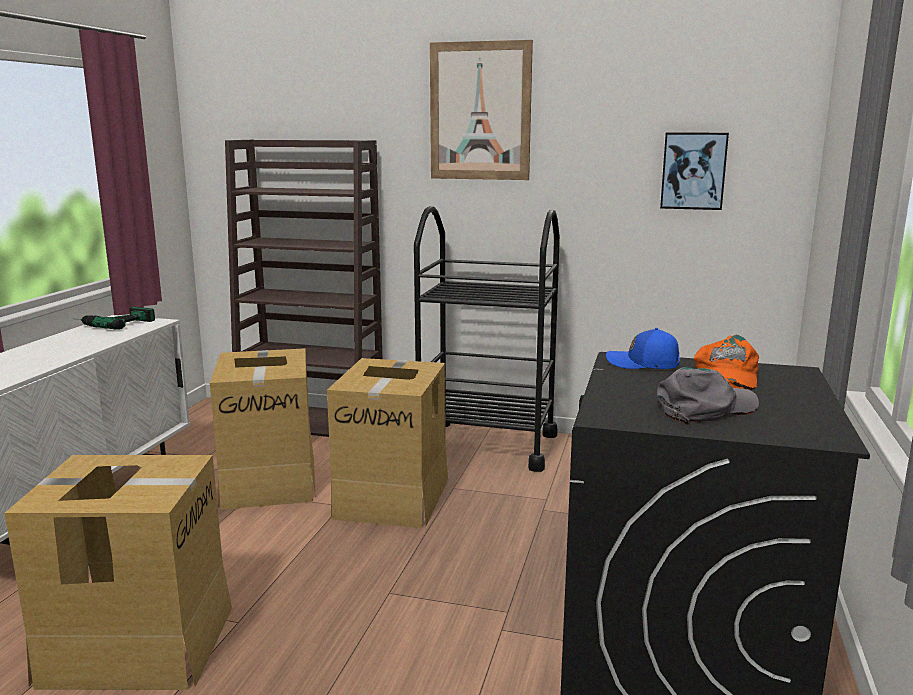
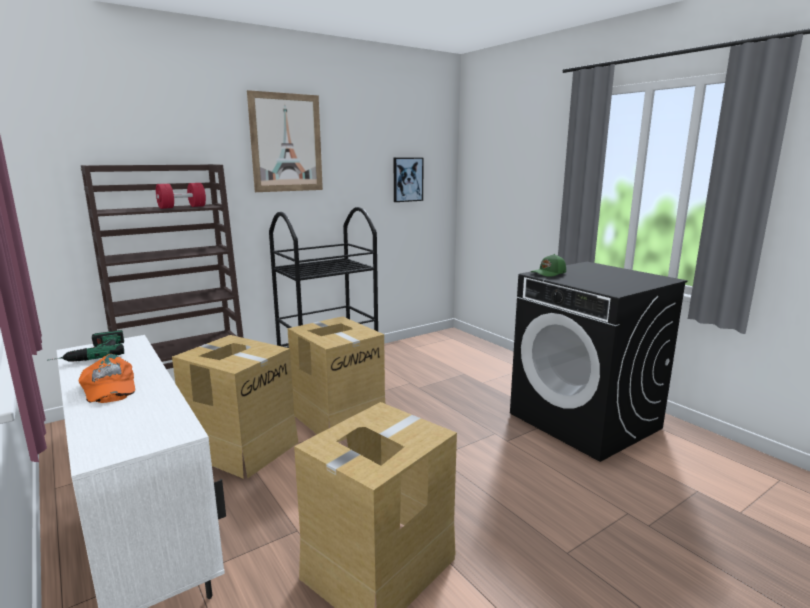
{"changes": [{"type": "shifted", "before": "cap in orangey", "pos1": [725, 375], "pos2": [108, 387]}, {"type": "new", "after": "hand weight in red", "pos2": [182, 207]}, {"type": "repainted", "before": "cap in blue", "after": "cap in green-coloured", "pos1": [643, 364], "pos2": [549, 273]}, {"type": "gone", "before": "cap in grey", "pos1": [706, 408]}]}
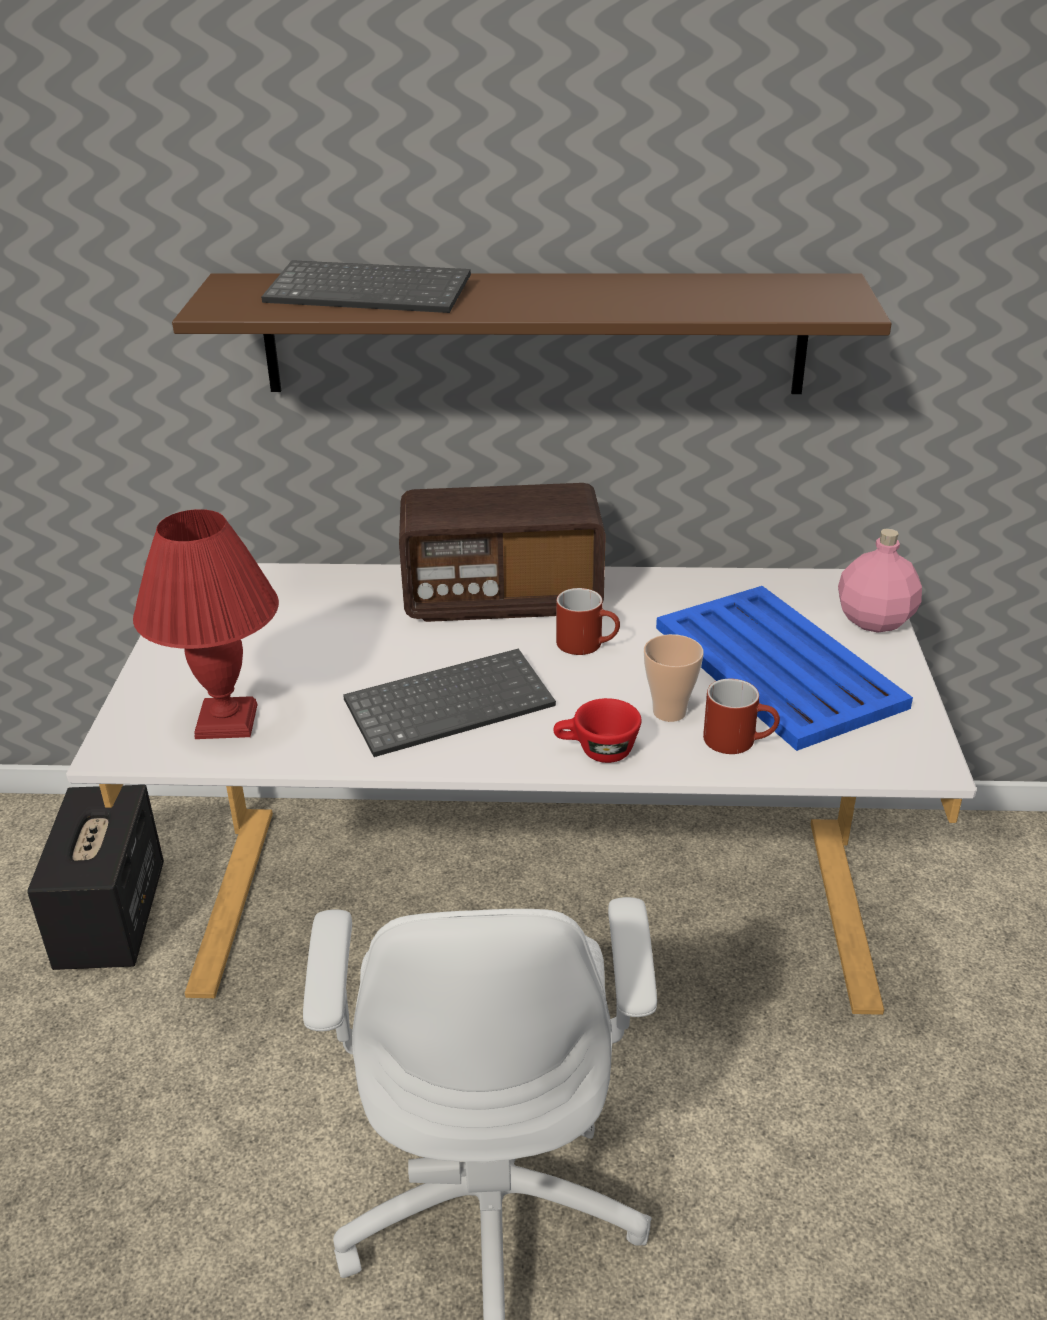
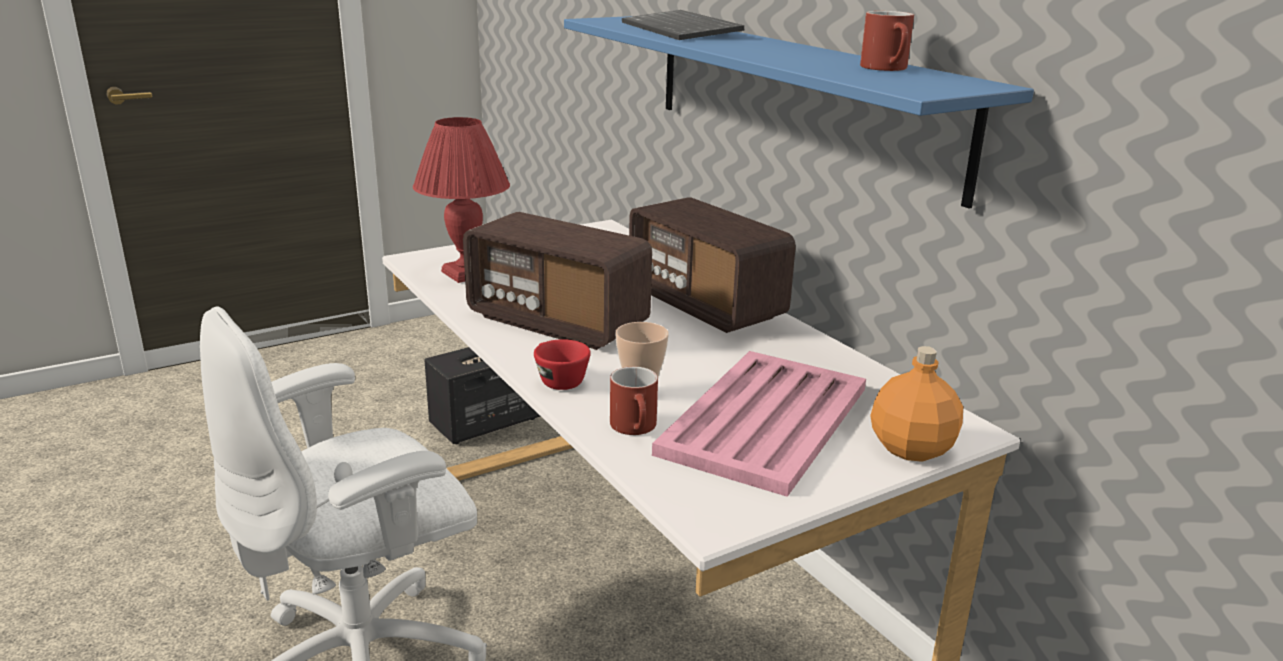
{"changes": [{"type": "swapped", "before": "keyboard", "after": "radio set", "pos1": [451, 703], "pos2": [557, 322]}, {"type": "repainted", "before": "wall shelf in brown", "after": "wall shelf in blue", "pos1": [533, 333], "pos2": [796, 97]}, {"type": "repainted", "before": "serving tray in blue", "after": "serving tray in pink-coloured", "pos1": [776, 665], "pos2": [767, 419]}, {"type": "shifted", "before": "tea mug in red", "pos1": [588, 644], "pos2": [889, 69]}, {"type": "repainted", "before": "beverage bottle in pink-coloured", "after": "beverage bottle in orangey", "pos1": [873, 620], "pos2": [910, 448]}]}
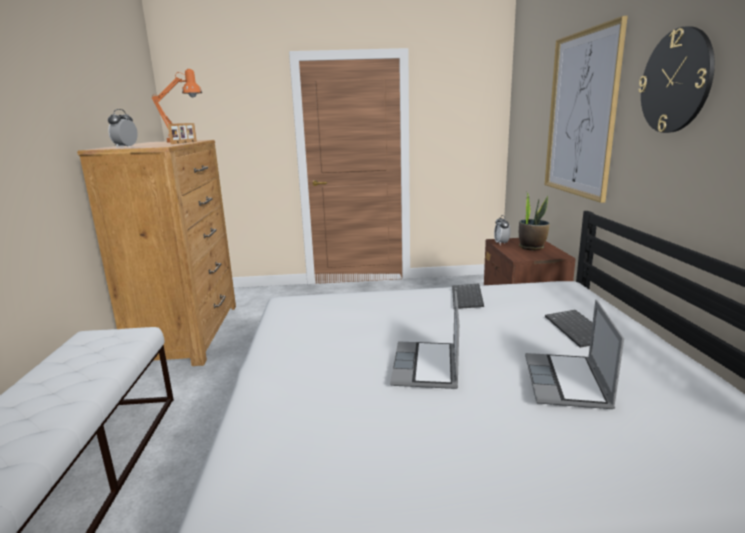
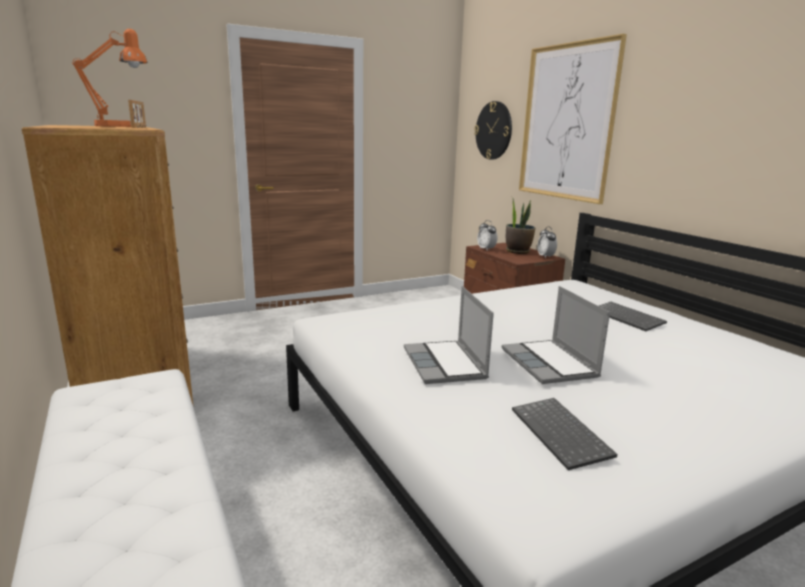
{"changes": [{"type": "shifted", "before": "notebook computer", "pos1": [567, 383], "pos2": [445, 364]}, {"type": "shifted", "before": "clock on the wall", "pos1": [676, 81], "pos2": [493, 130]}, {"type": "shifted", "before": "keyboard", "pos1": [468, 298], "pos2": [562, 434]}, {"type": "shifted", "before": "bedside clock", "pos1": [126, 147], "pos2": [545, 257]}]}
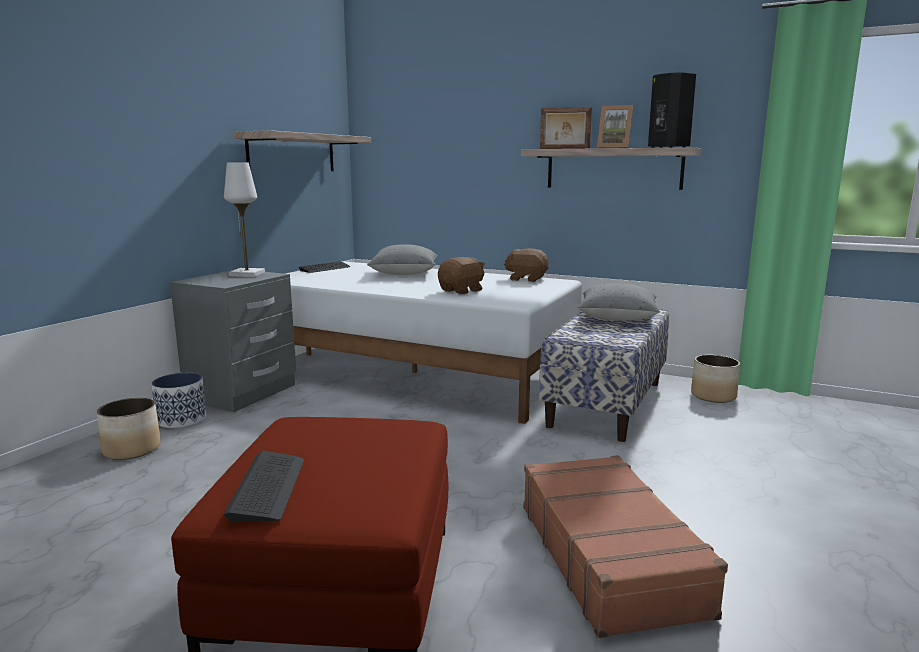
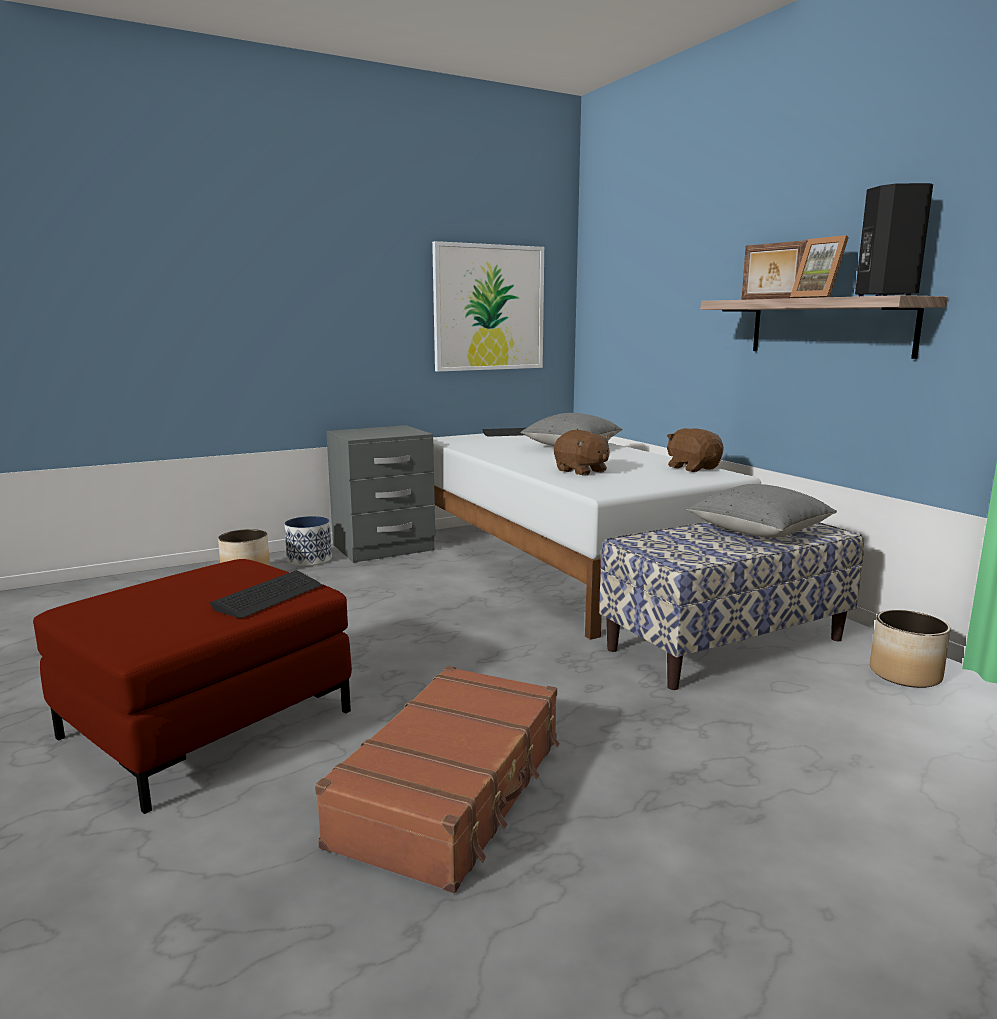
{"changes": [{"type": "shifted", "before": "keyboard", "pos1": [268, 487], "pos2": [268, 596]}, {"type": "swapped", "before": "wall shelf", "after": "wall art", "pos1": [292, 153], "pos2": [489, 308]}, {"type": "rotated", "before": "cuddly toy in brown", "pos1": [462, 291], "pos2": [581, 471], "turn": 60}, {"type": "gone", "before": "lamp for a table in whitish", "pos1": [247, 274]}]}
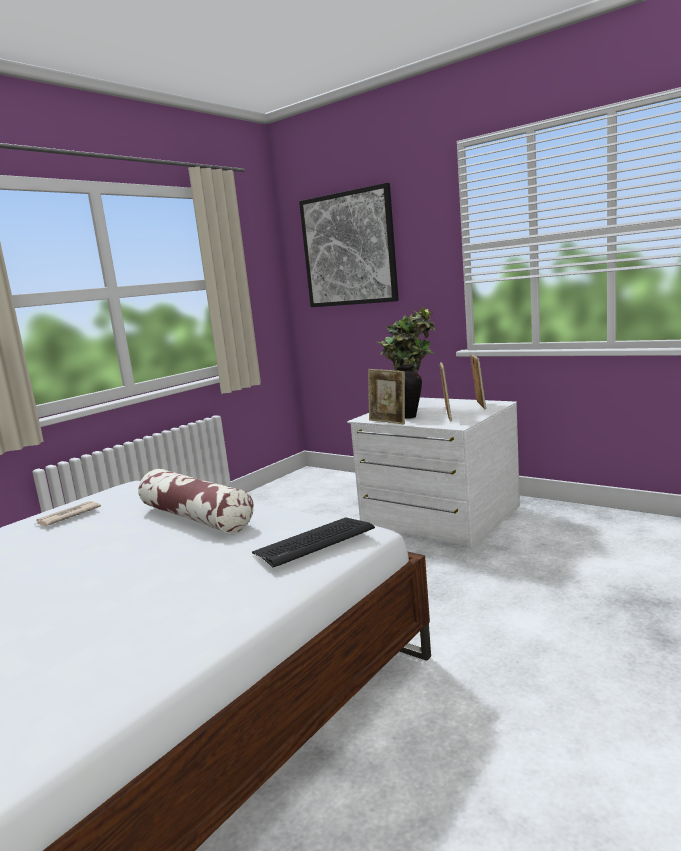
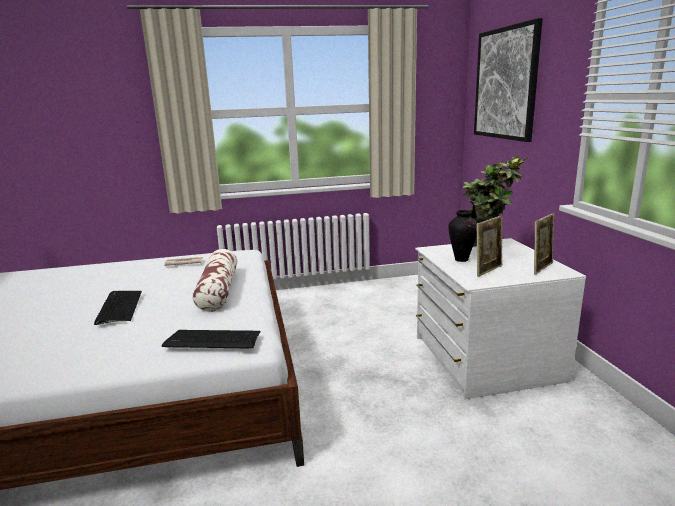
{"changes": [{"type": "new", "after": "keyboard", "pos2": [119, 307]}, {"type": "gone", "before": "picture frame", "pos1": [388, 422]}]}
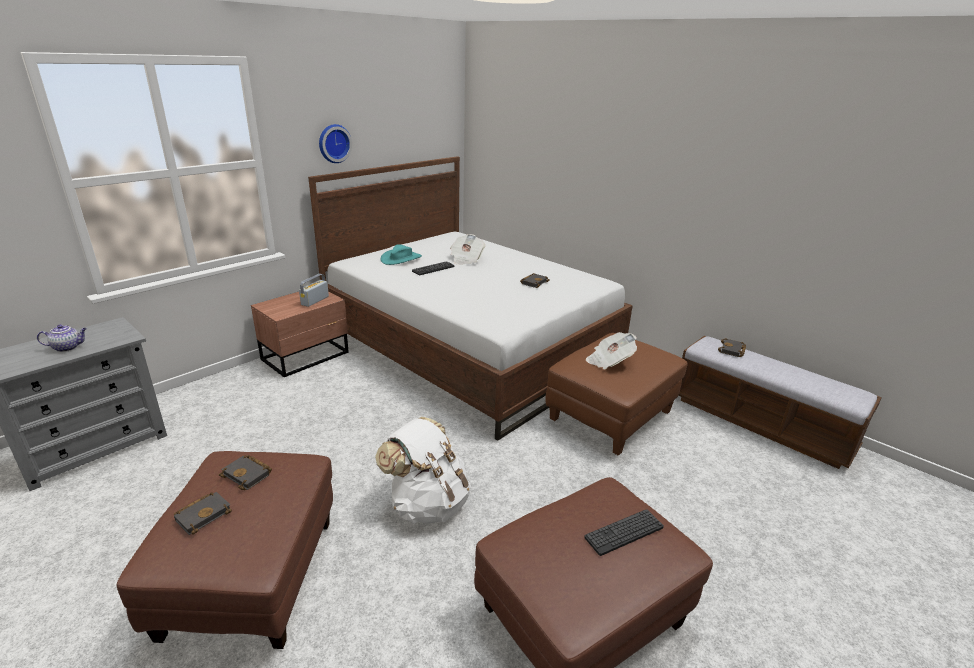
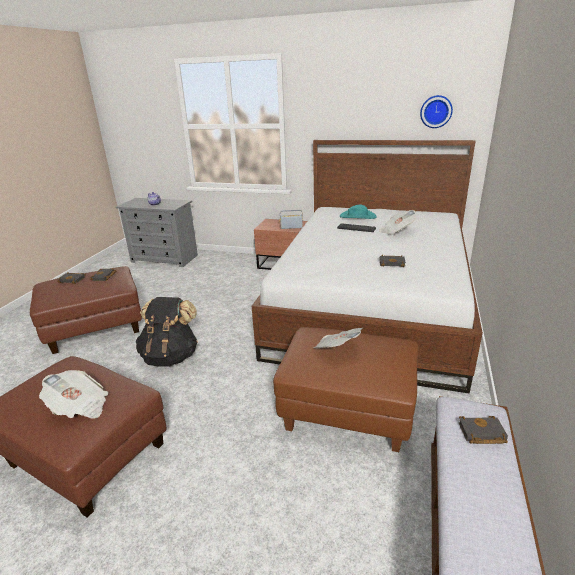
{"changes": [{"type": "swapped", "before": "keyboard", "after": "printed paper", "pos1": [624, 532], "pos2": [79, 407]}, {"type": "repainted", "before": "rucksack in whitish", "after": "rucksack in black-coloured", "pos1": [427, 504], "pos2": [171, 356]}, {"type": "shifted", "before": "clock on the wall", "pos1": [333, 143], "pos2": [436, 111]}]}
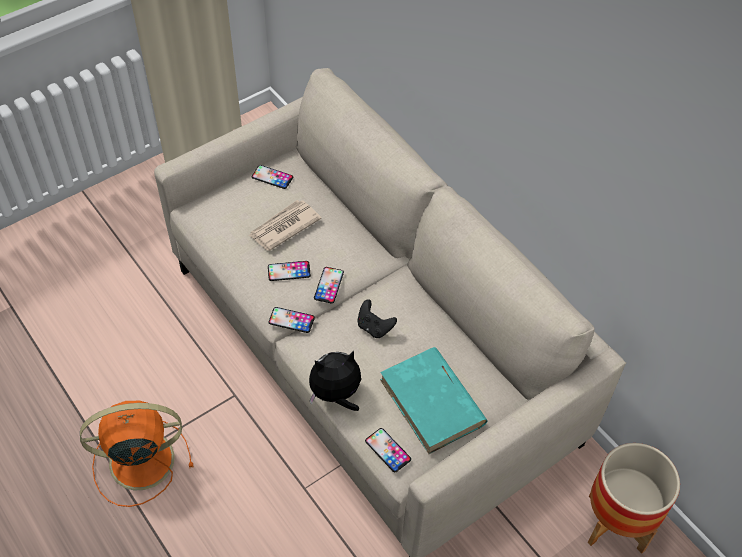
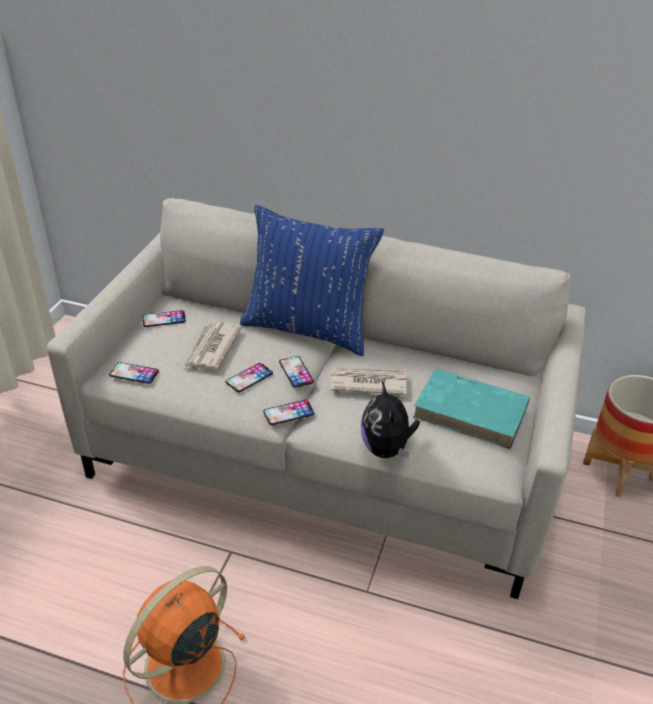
{"changes": [{"type": "shifted", "before": "handset", "pos1": [388, 450], "pos2": [134, 373]}, {"type": "new", "after": "cushion in blue", "pos2": [308, 328]}, {"type": "swapped", "before": "gamepad in black-coloured", "after": "printed paper", "pos1": [374, 327], "pos2": [367, 383]}, {"type": "rotated", "before": "cuddly toy", "pos1": [336, 395], "pos2": [386, 449], "turn": -45}]}
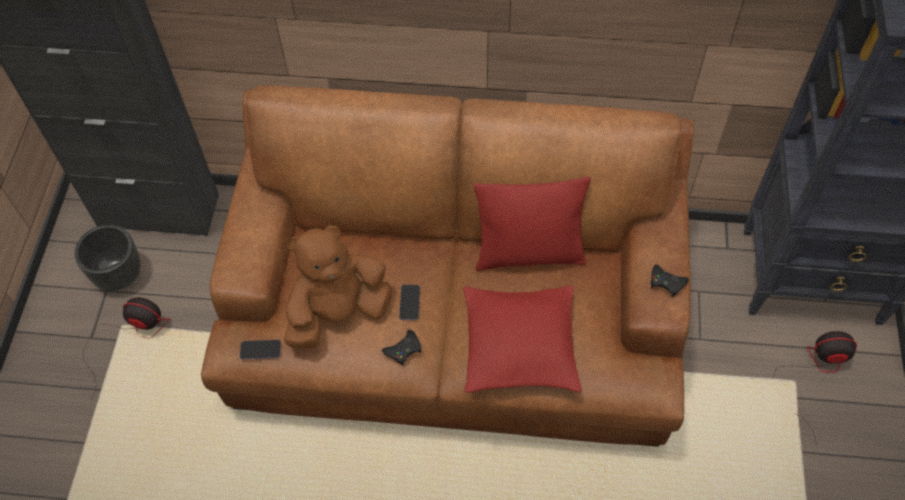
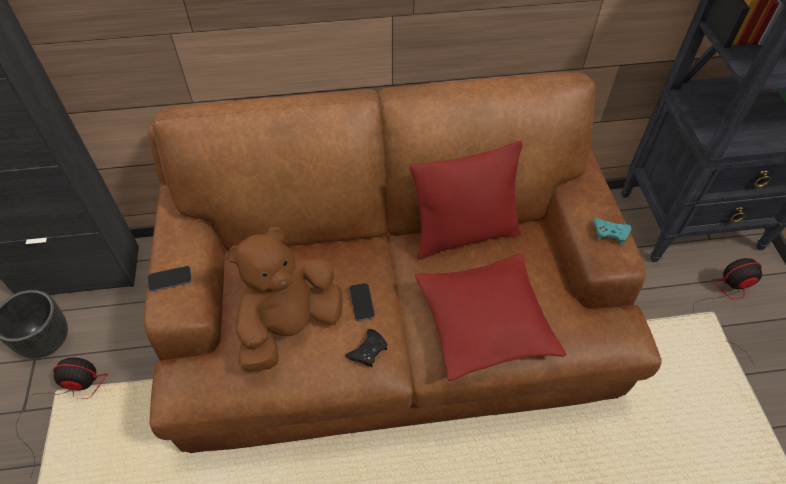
{"changes": [{"type": "shifted", "before": "handset", "pos1": [260, 350], "pos2": [170, 279]}, {"type": "repainted", "before": "gamepad in black-coloured", "after": "gamepad in blue-green", "pos1": [666, 282], "pos2": [610, 232]}]}
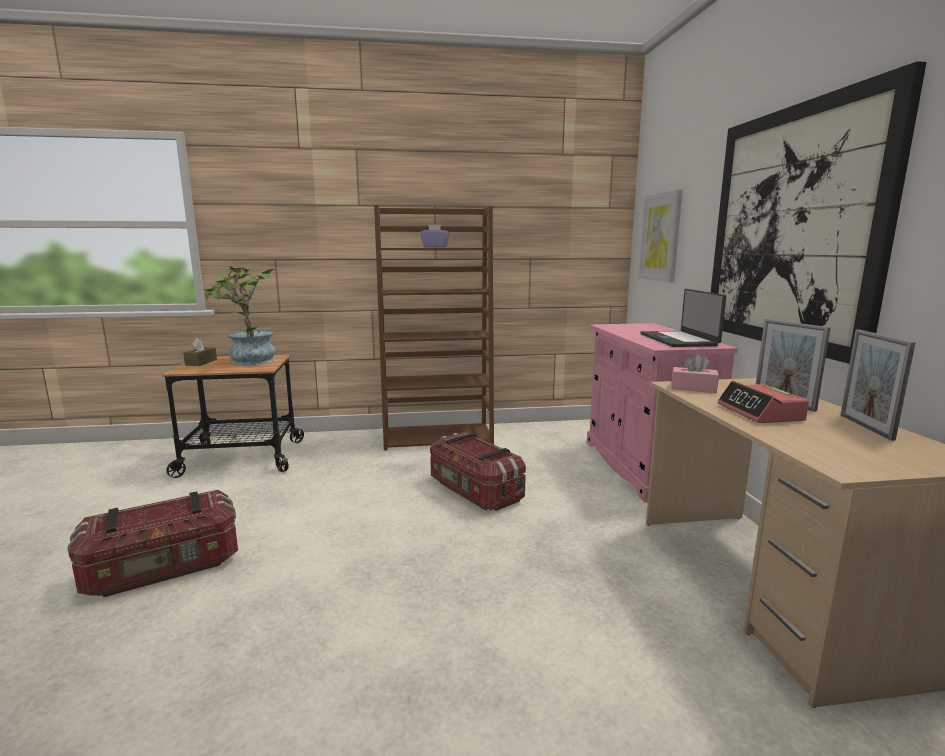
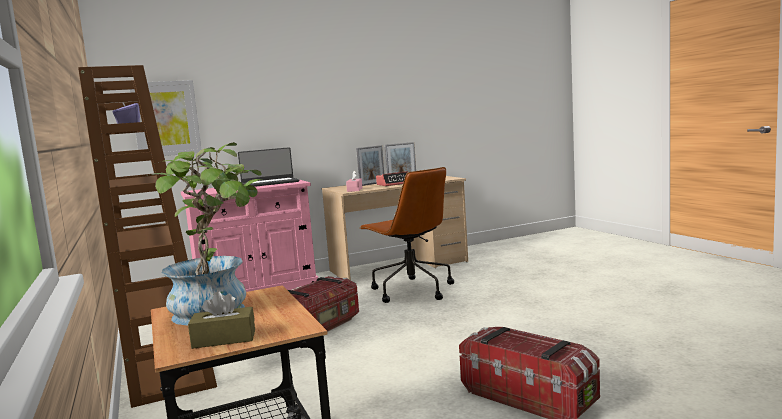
{"changes": [{"type": "new", "after": "office chair in brown", "pos2": [411, 290]}, {"type": "gone", "before": "wall art", "pos1": [792, 229]}]}
